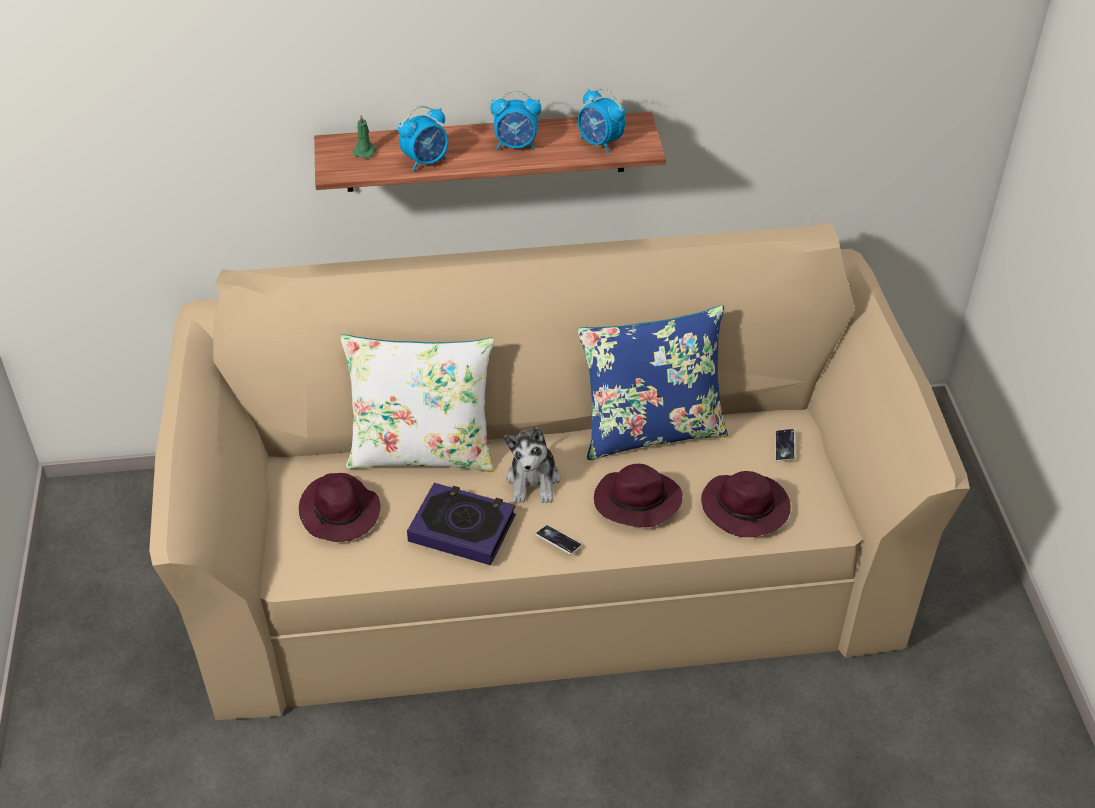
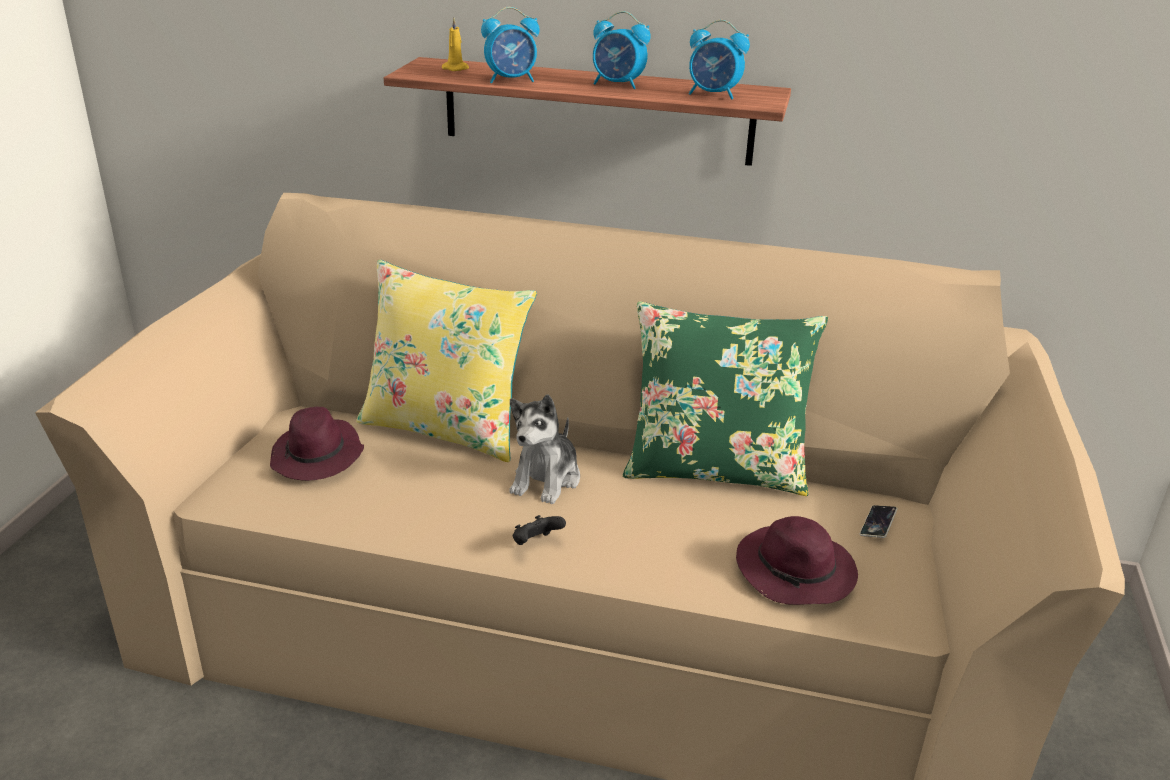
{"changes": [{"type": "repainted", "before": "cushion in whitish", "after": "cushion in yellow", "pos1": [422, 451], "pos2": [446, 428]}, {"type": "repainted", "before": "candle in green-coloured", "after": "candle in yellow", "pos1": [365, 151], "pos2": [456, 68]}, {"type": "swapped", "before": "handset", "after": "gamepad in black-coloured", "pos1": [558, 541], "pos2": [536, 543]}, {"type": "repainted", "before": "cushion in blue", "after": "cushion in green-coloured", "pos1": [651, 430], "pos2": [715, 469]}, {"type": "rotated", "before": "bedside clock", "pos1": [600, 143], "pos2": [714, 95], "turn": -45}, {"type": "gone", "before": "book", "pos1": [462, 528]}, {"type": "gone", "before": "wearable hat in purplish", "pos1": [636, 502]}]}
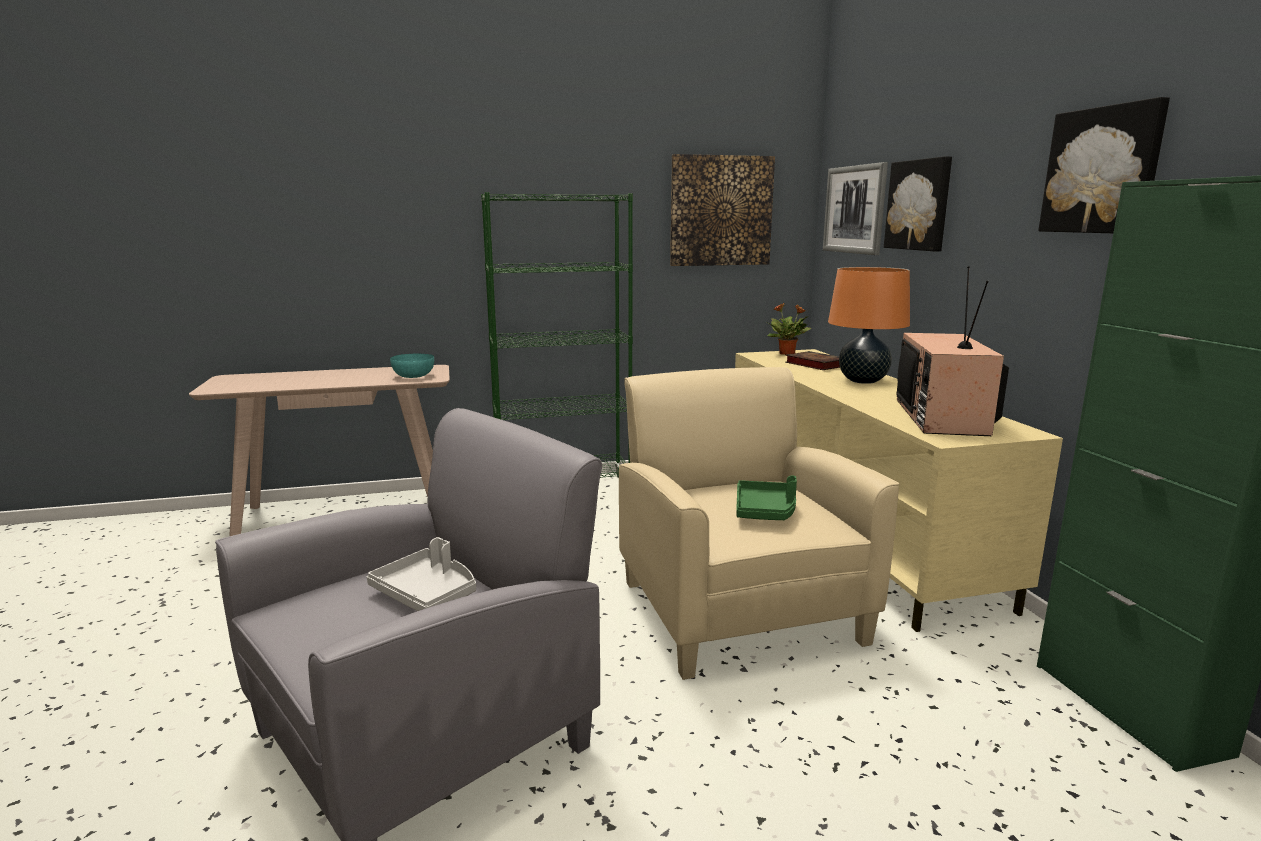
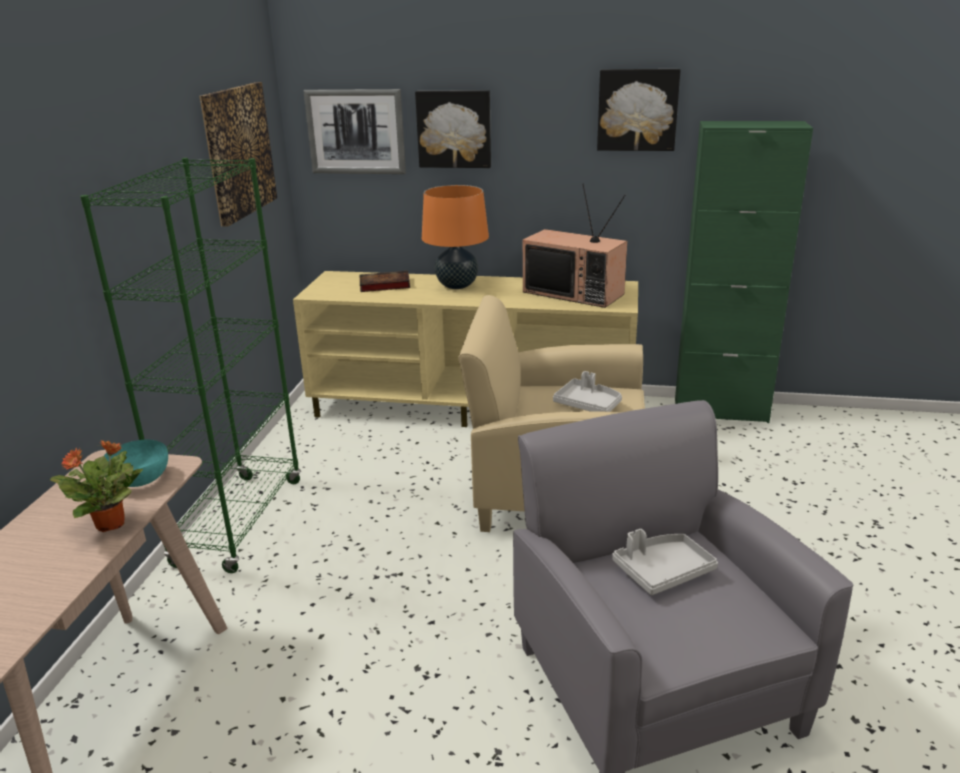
{"changes": [{"type": "shifted", "before": "houseplant", "pos1": [787, 354], "pos2": [112, 524]}, {"type": "repainted", "before": "serving tray in green-coloured", "after": "serving tray in grey", "pos1": [765, 511], "pos2": [588, 404]}]}
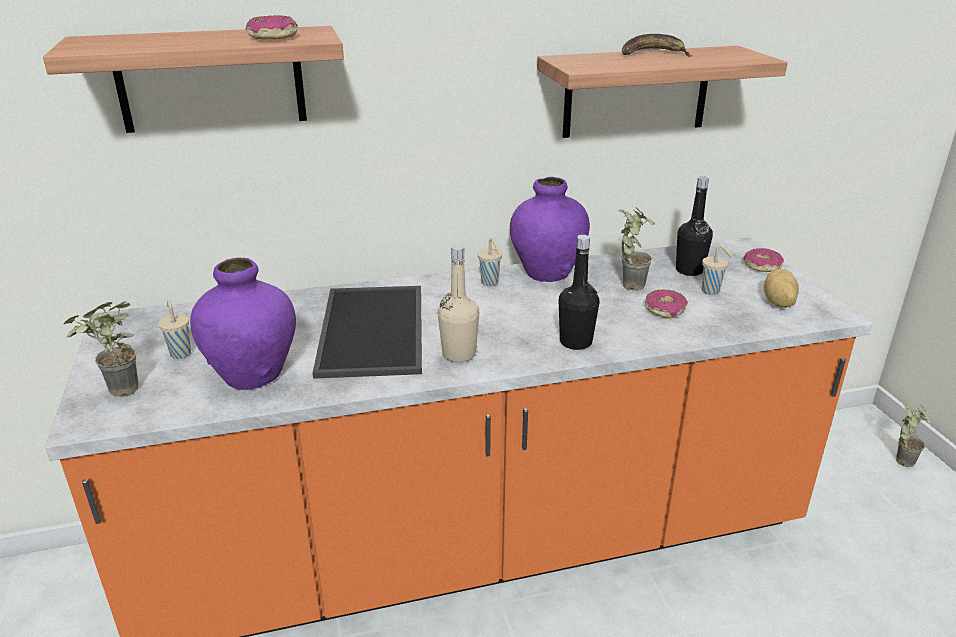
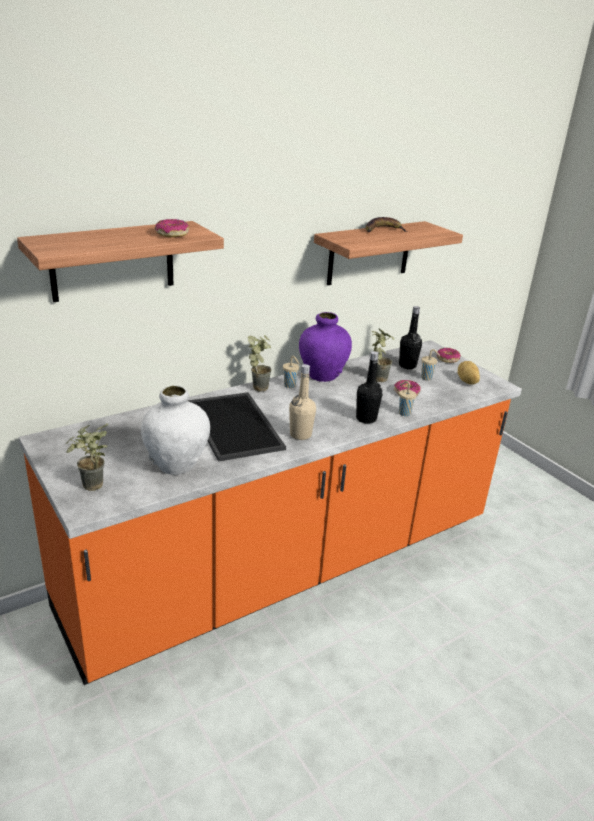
{"changes": [{"type": "repainted", "before": "vase in purplish", "after": "vase in whitish", "pos1": [253, 376], "pos2": [177, 465]}, {"type": "shifted", "before": "houseplant", "pos1": [902, 458], "pos2": [259, 386]}, {"type": "shifted", "before": "cup in beige", "pos1": [180, 353], "pos2": [403, 413]}]}
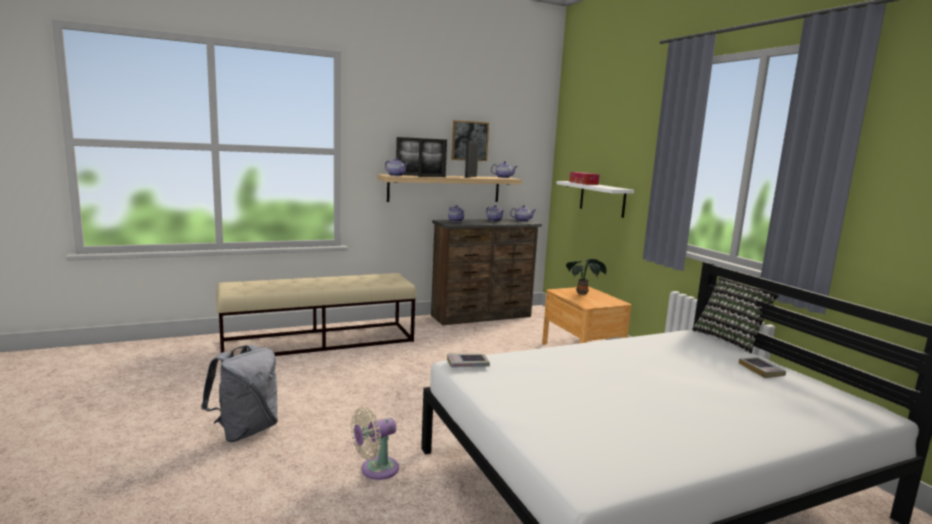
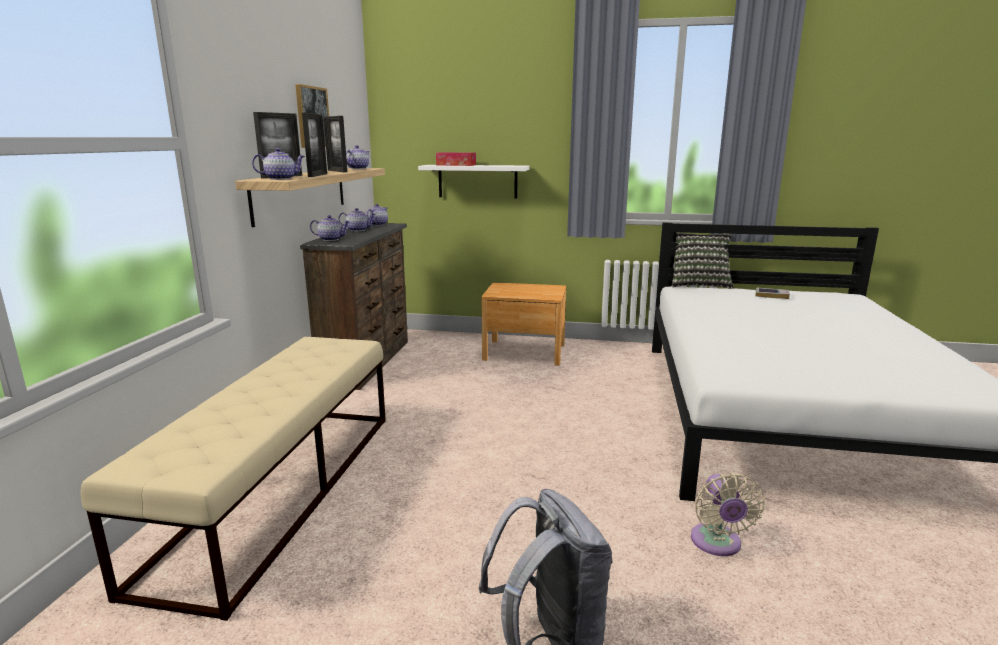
{"changes": [{"type": "gone", "before": "book", "pos1": [467, 364]}, {"type": "gone", "before": "houseplant", "pos1": [583, 293]}]}
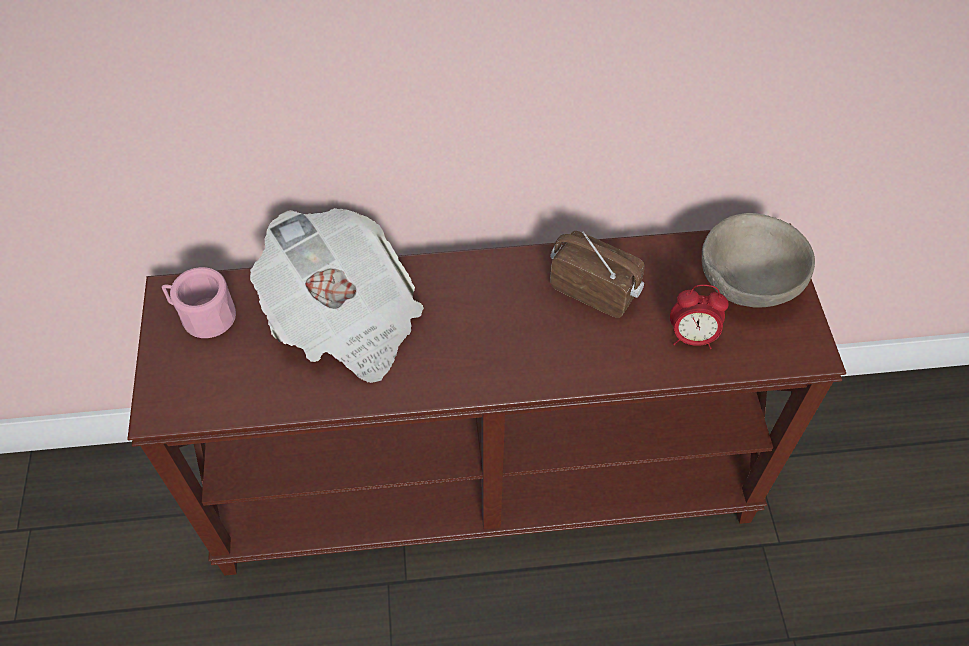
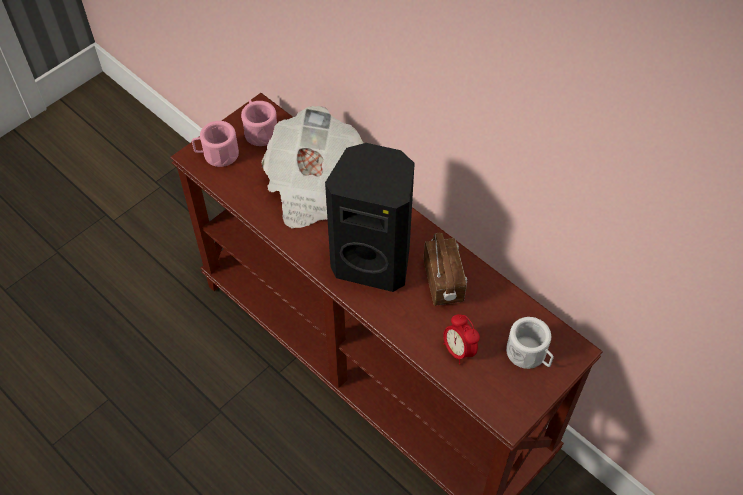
{"changes": [{"type": "new", "after": "tea mug in pink-coloured", "pos2": [217, 154]}, {"type": "new", "after": "speaker in black-coloured", "pos2": [373, 261]}, {"type": "swapped", "before": "serving bowl in beige", "after": "tea mug in whitish", "pos1": [748, 282], "pos2": [529, 355]}]}
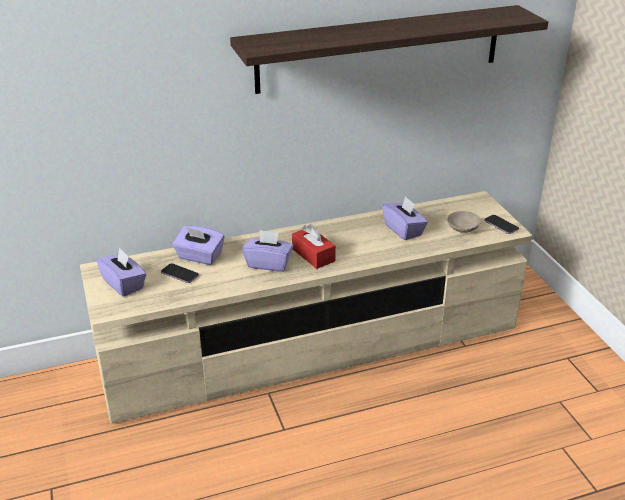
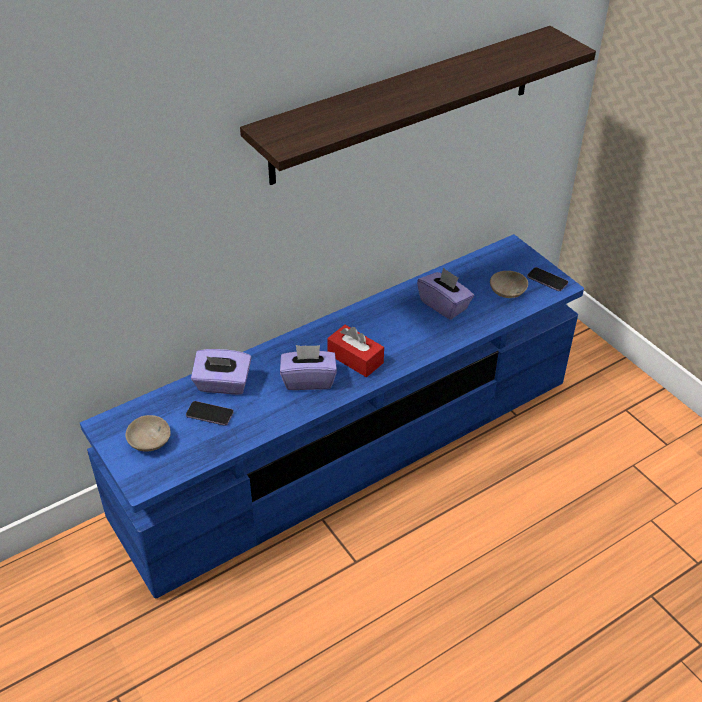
{"changes": [{"type": "repainted", "before": "media console in beige", "after": "media console in blue", "pos1": [312, 346], "pos2": [350, 448]}, {"type": "swapped", "before": "box of tissues in purplish", "after": "serving bowl in beige", "pos1": [124, 284], "pos2": [148, 441]}]}
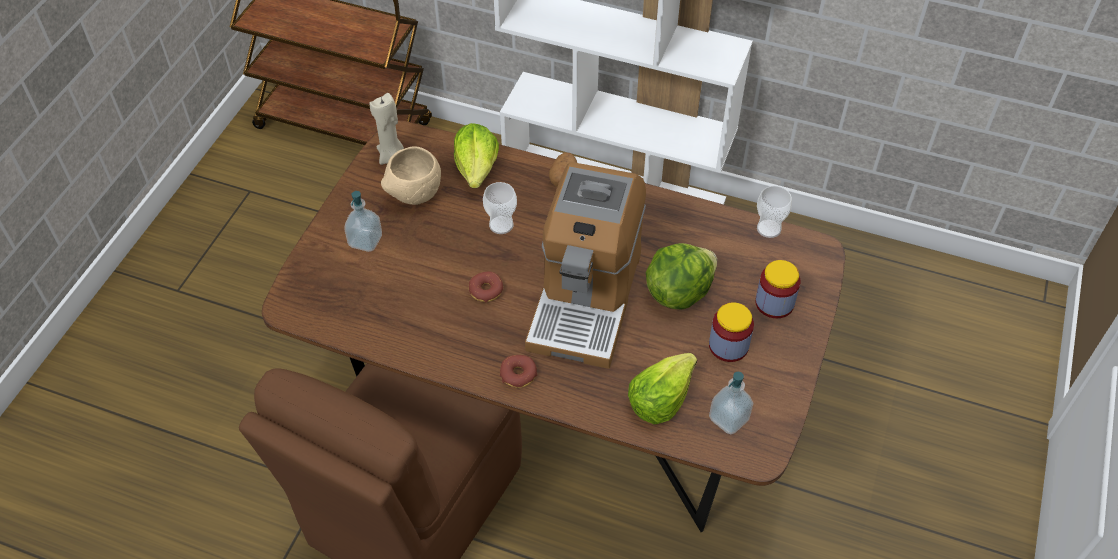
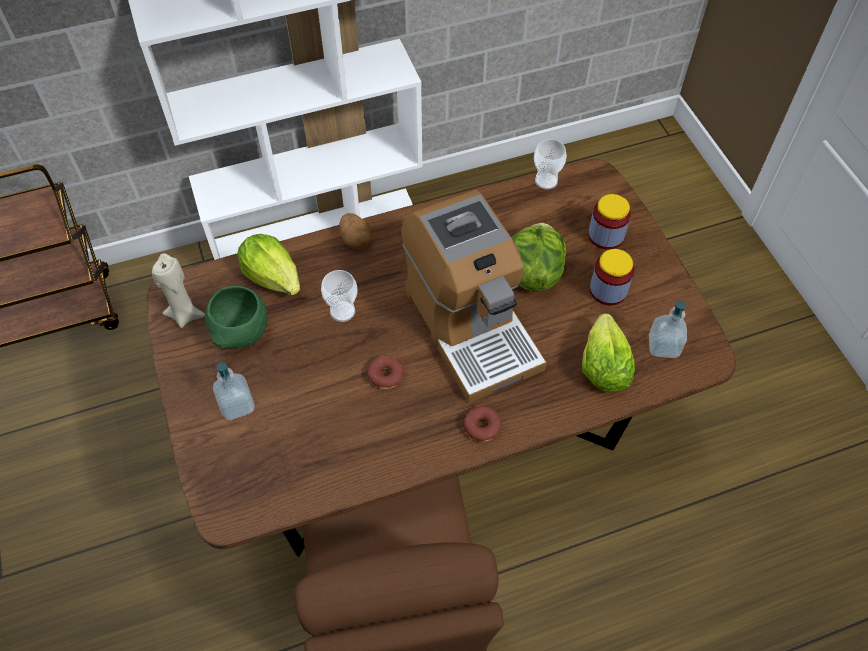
{"changes": [{"type": "repainted", "before": "serving bowl in beige", "after": "serving bowl in green-coloured", "pos1": [414, 195], "pos2": [241, 335]}]}
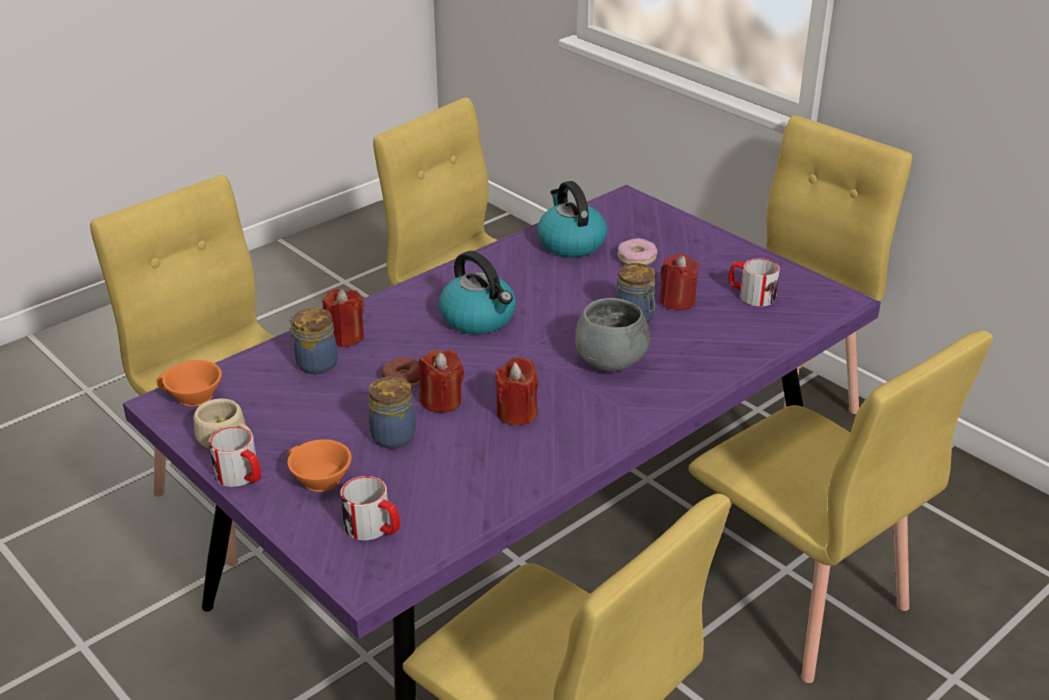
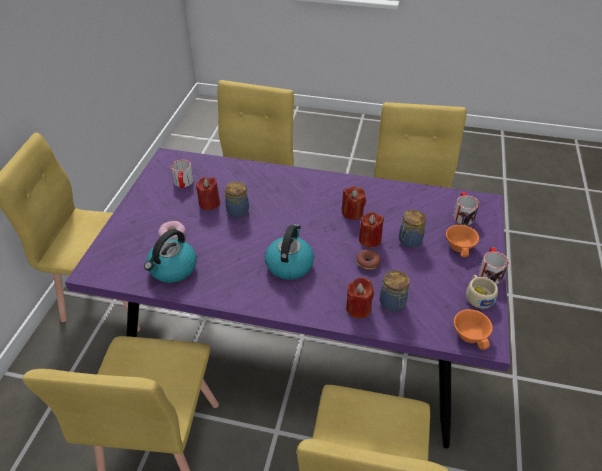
{"changes": [{"type": "gone", "before": "serving bowl in grey", "pos1": [612, 361]}]}
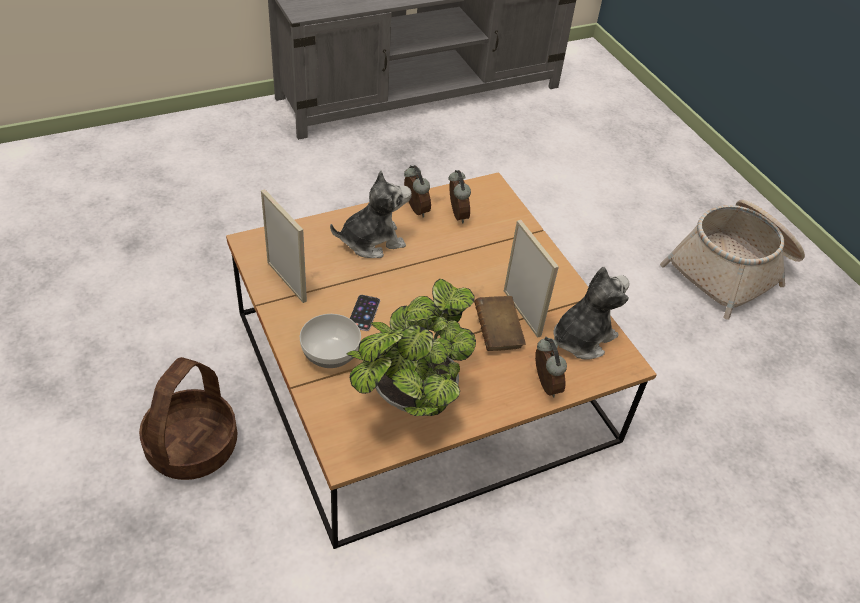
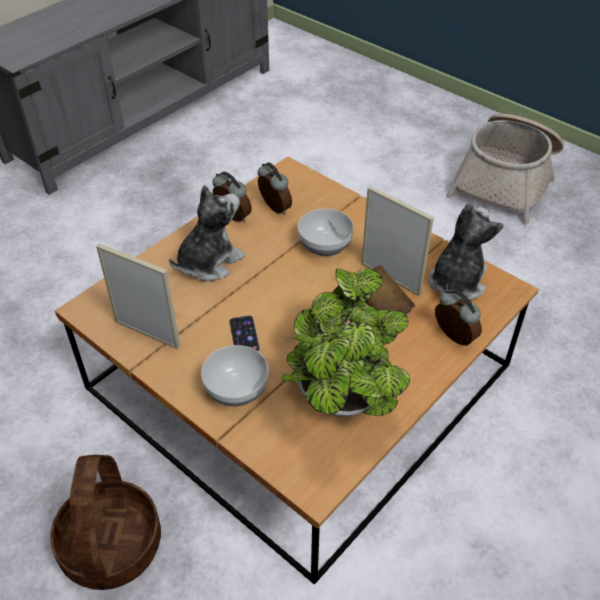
{"changes": [{"type": "new", "after": "serving bowl", "pos2": [326, 245]}]}
